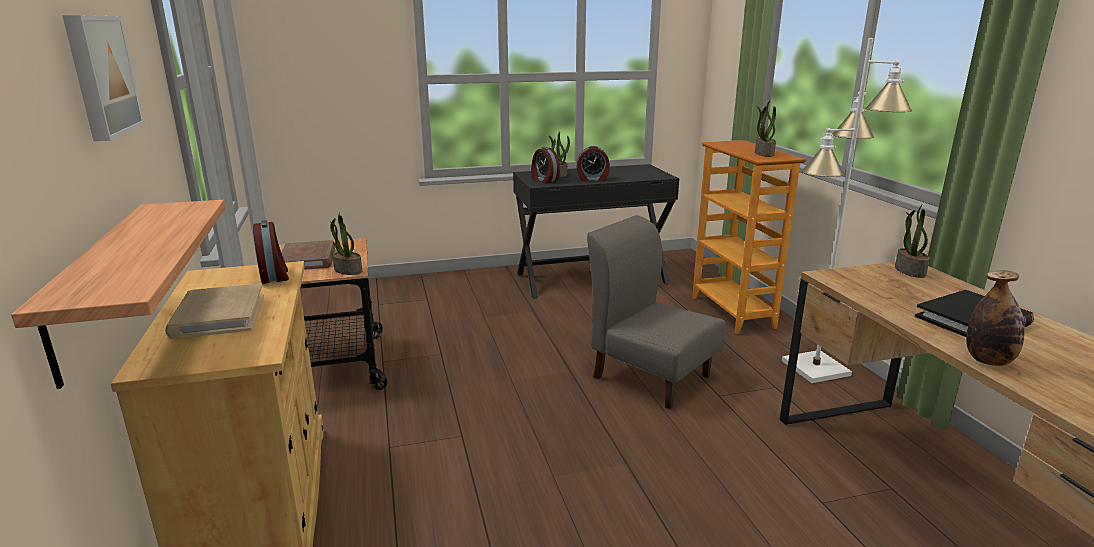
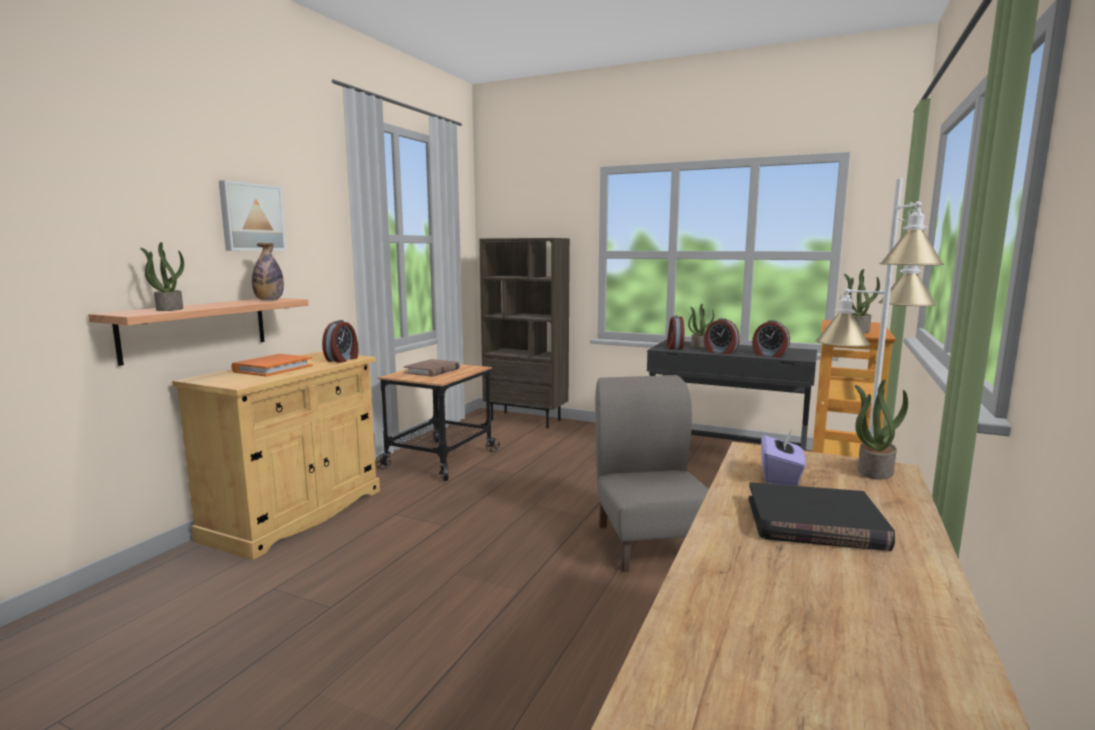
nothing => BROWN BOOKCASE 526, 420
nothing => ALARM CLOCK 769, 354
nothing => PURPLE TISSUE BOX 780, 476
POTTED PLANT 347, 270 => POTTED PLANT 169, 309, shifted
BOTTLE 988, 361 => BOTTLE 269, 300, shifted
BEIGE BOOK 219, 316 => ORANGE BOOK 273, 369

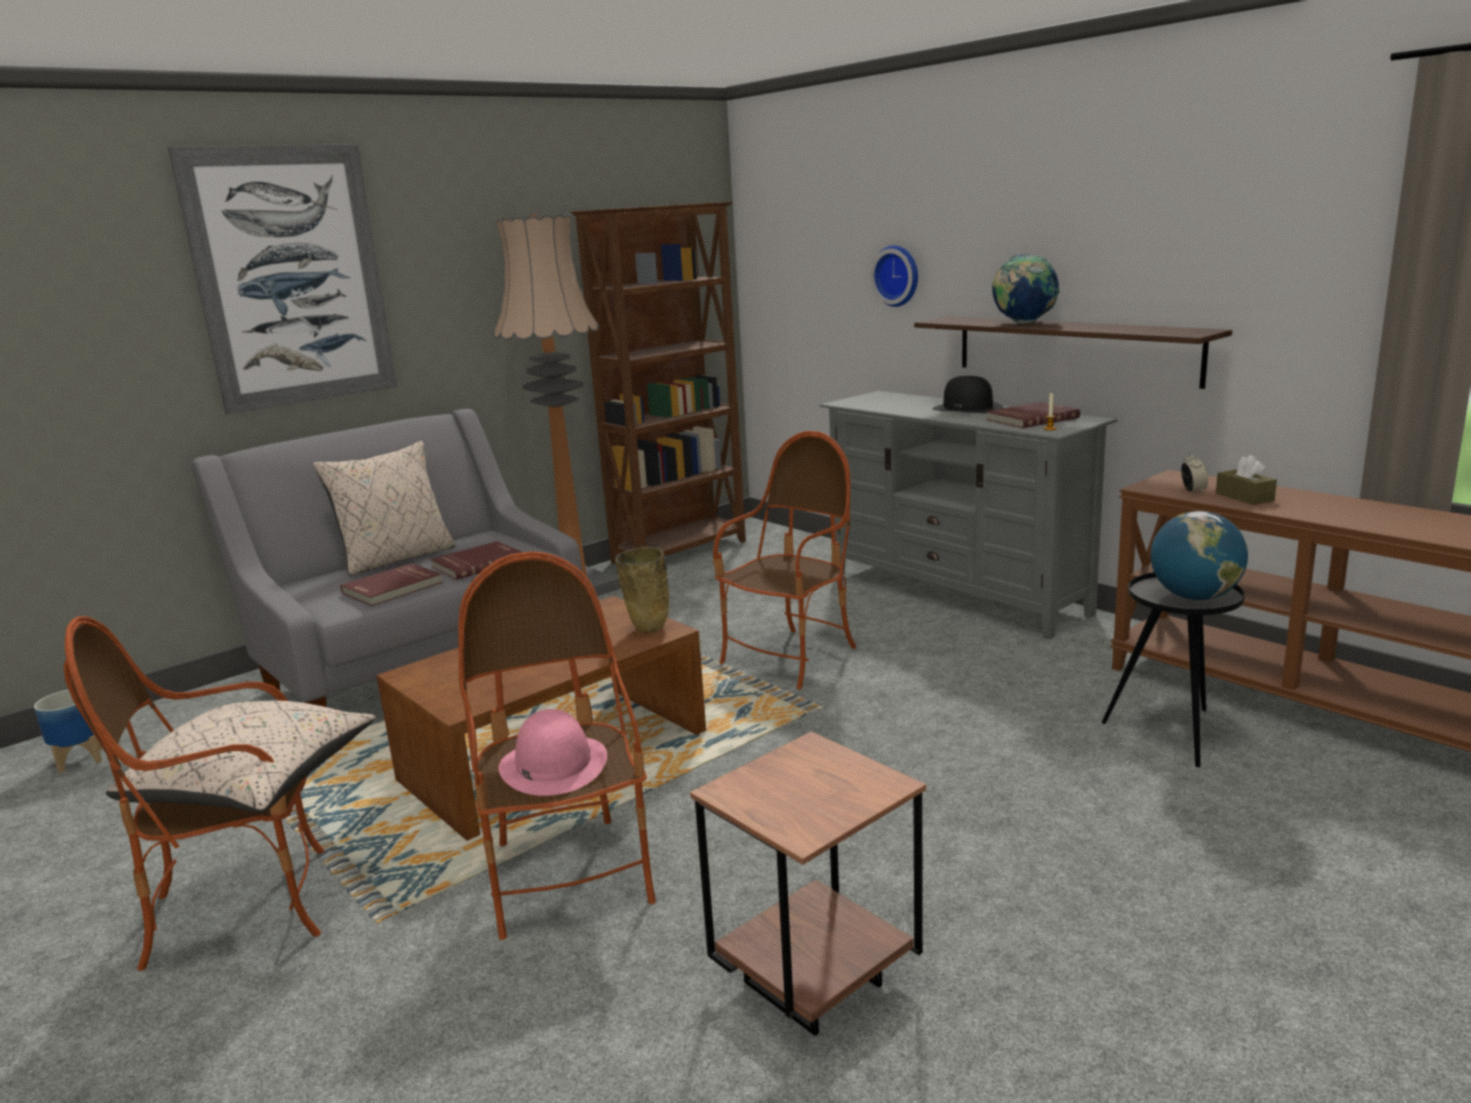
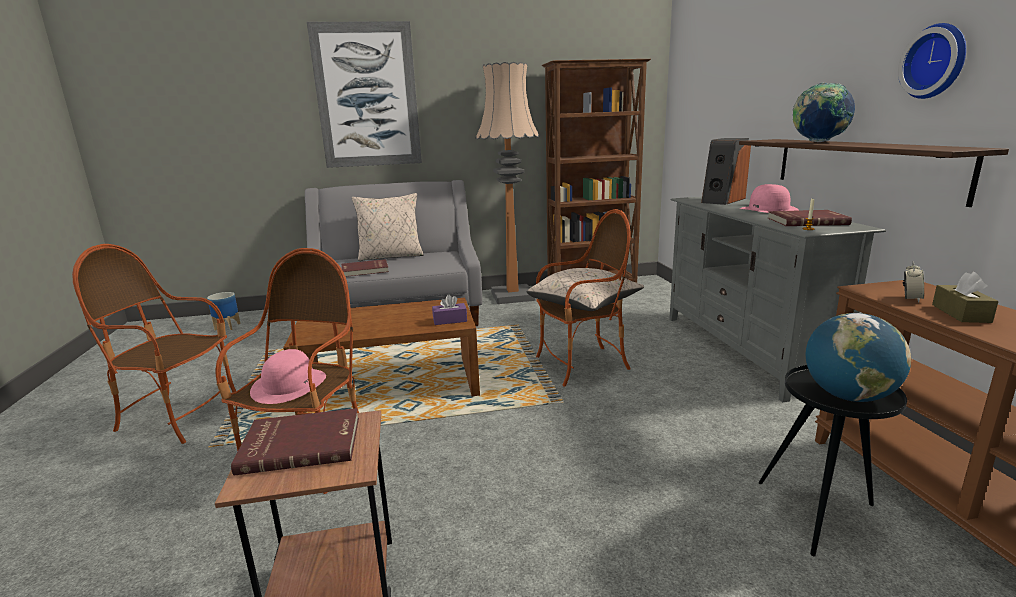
nothing => SPEAKER 722, 200
BEIGE PILLOW 255, 785 => BEIGE PILLOW 585, 305, shifted
RED BOOK 477, 563 => RED BOOK 301, 443, shifted
WALL CLOCK 898, 275 => WALL CLOCK 936, 61, shifted
BEIGE VASE 646, 629 => PURPLE TISSUE BOX 450, 320
BLACK HAT 968, 408 => PINK HAT 769, 210

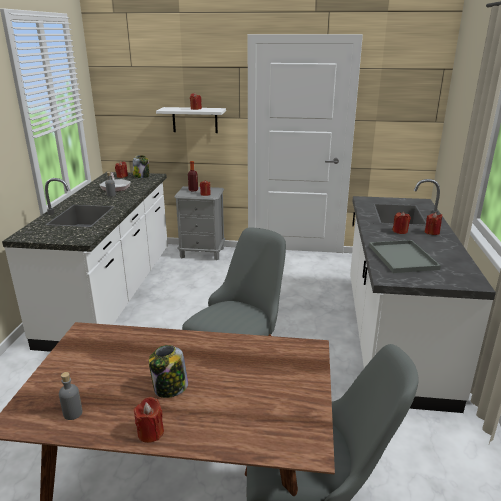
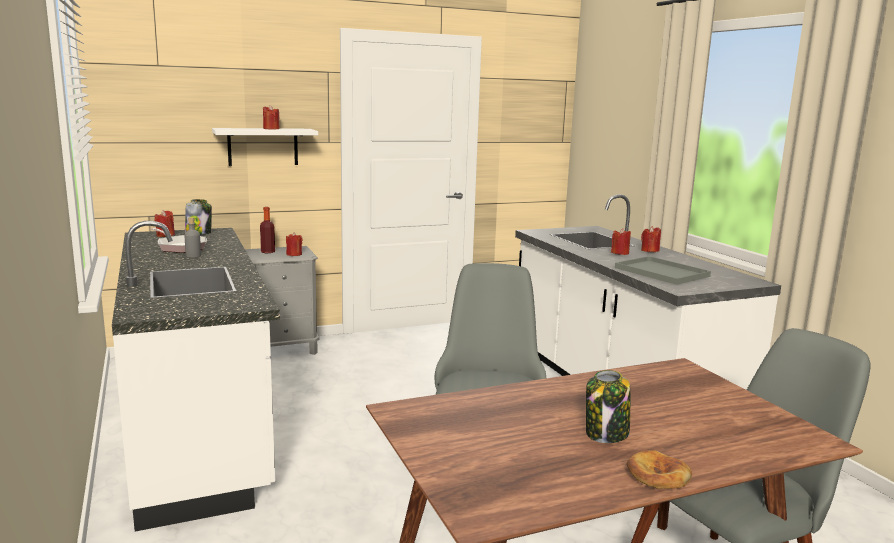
GREY BOTTLE 73, 413 => nothing
RED CANDLE 150, 432 => BREAD 657, 475

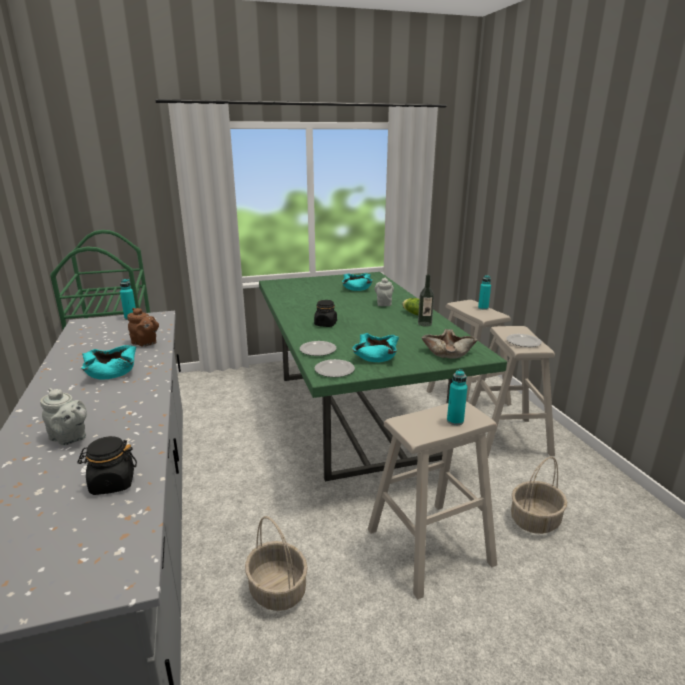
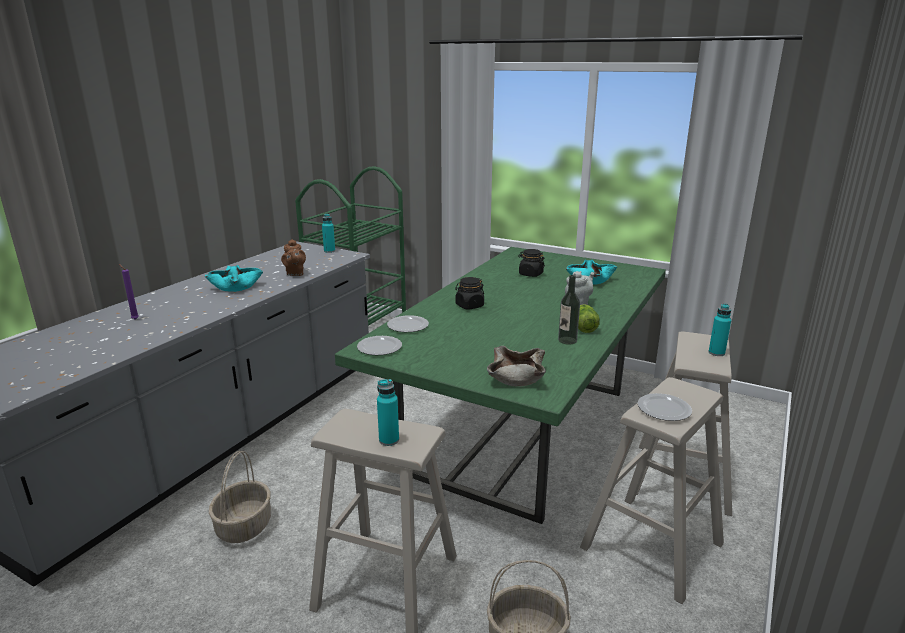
TURQUOISE BOWL 375, 356 => nothing
BLACK JAR 112, 483 => BLACK JAR 530, 274, shifted
GREY TEAPOT 70, 438 => PURPLE CANDLE 134, 319

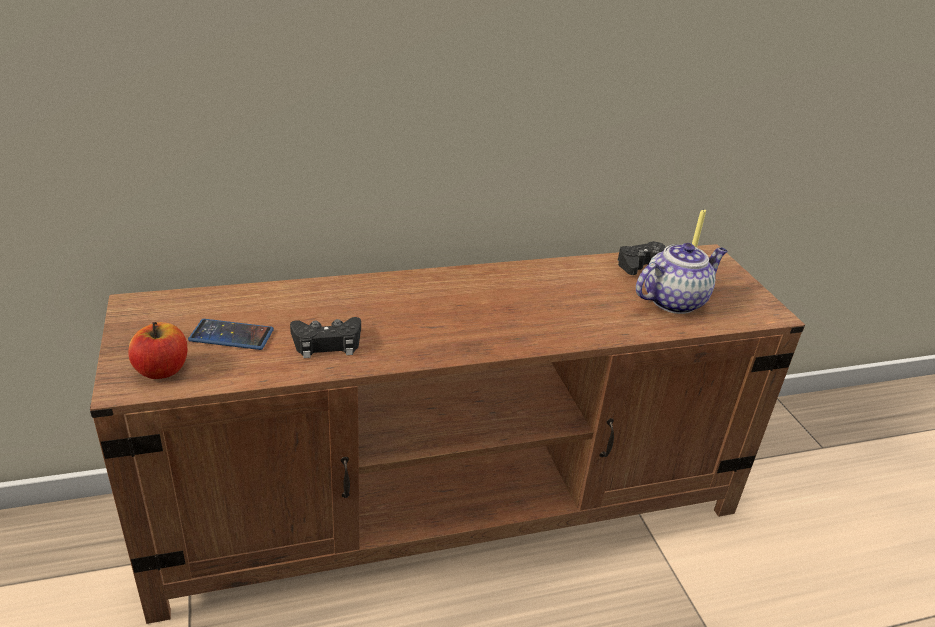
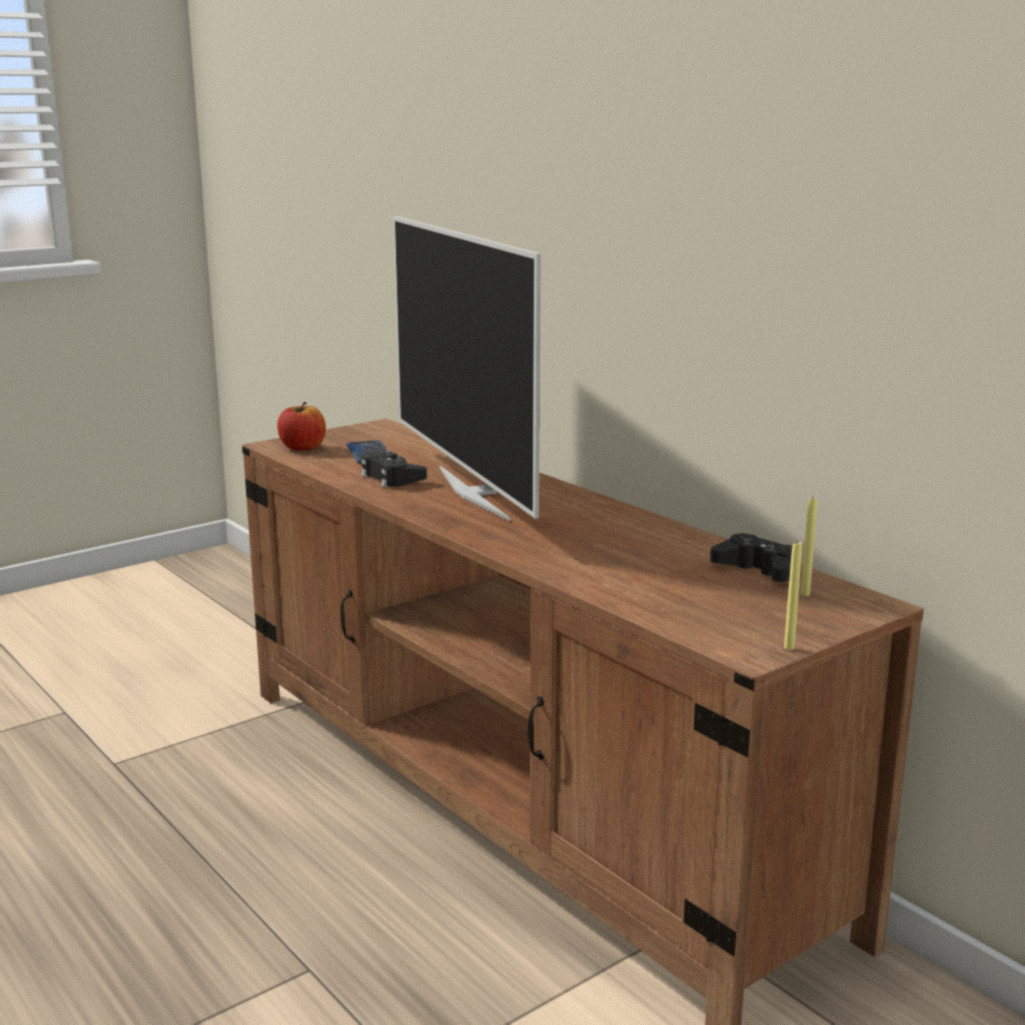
TEAPOT 674, 301 => nothing
nothing => TELEVISION 475, 492
nothing => YELLOW CANDLE 789, 647

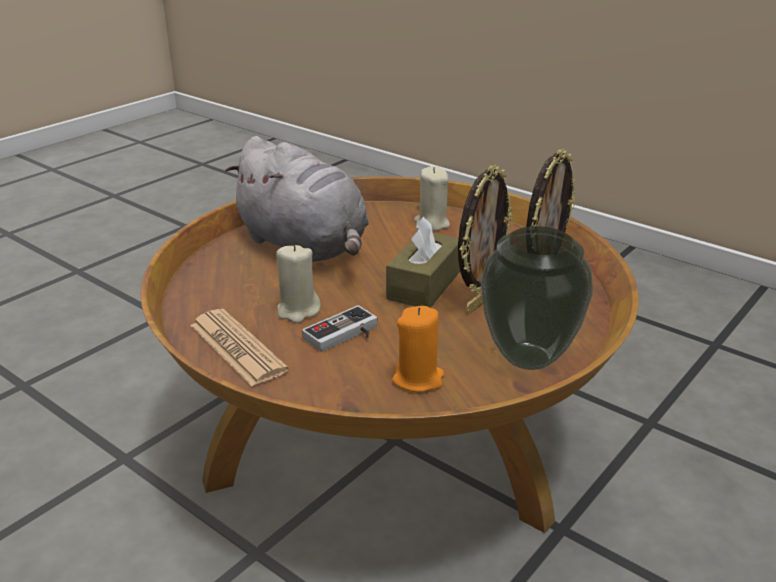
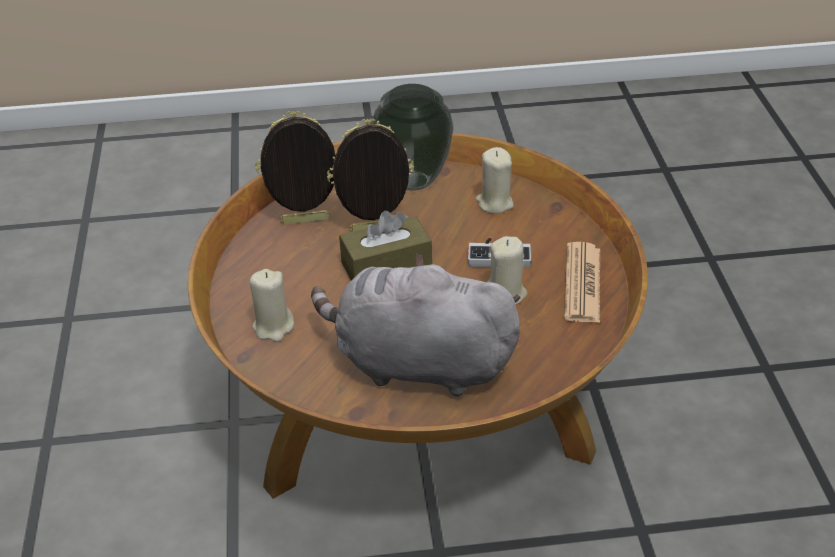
ORANGE CANDLE 418, 379 => BEIGE CANDLE 494, 203
GREY PLUSH TOY 305, 246 => GREY PLUSH TOY 417, 364, 75 degrees counterclockwise

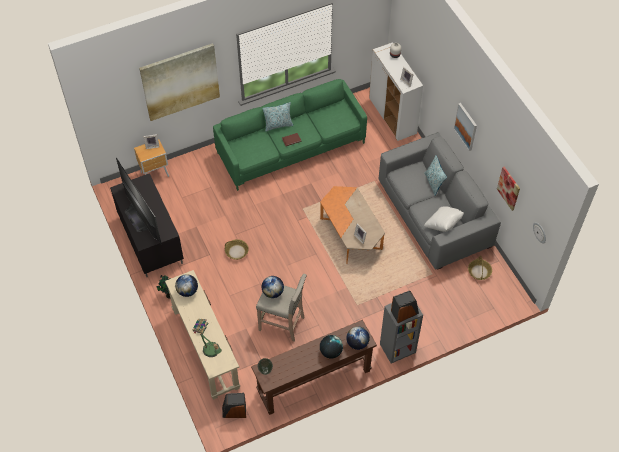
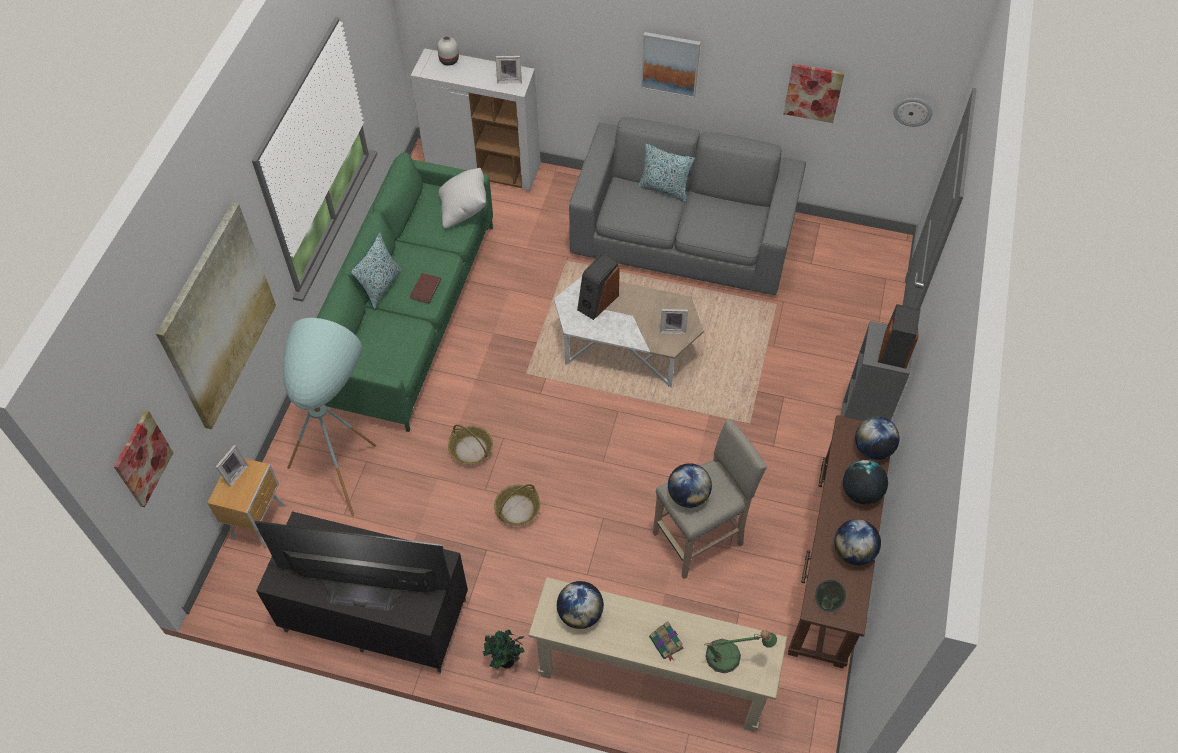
nothing => PICTURE 142, 458
nothing => TURQUOISE FLOOR LAMP 345, 461
nothing => GLOBE 853, 551
SPEAKER 234, 411 => SPEAKER 597, 302, shifted
WHITE PILLOW 443, 225 => WHITE PILLOW 464, 210, shifted
BASKET 479, 271 => BASKET 470, 449, shifted
ORANGE COFFEE TABLE 351, 234 => WHITE COFFEE TABLE 626, 347

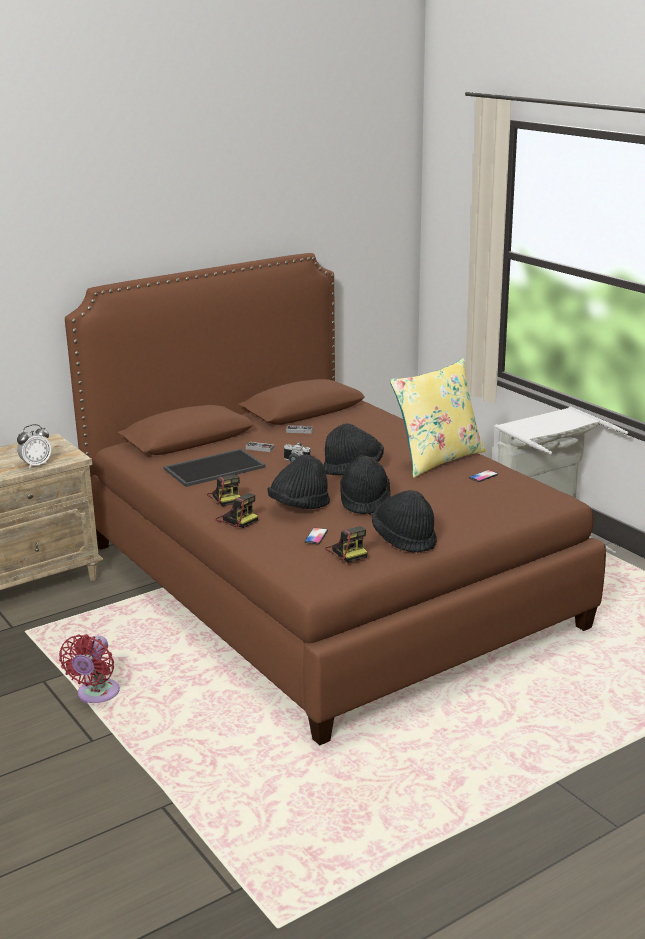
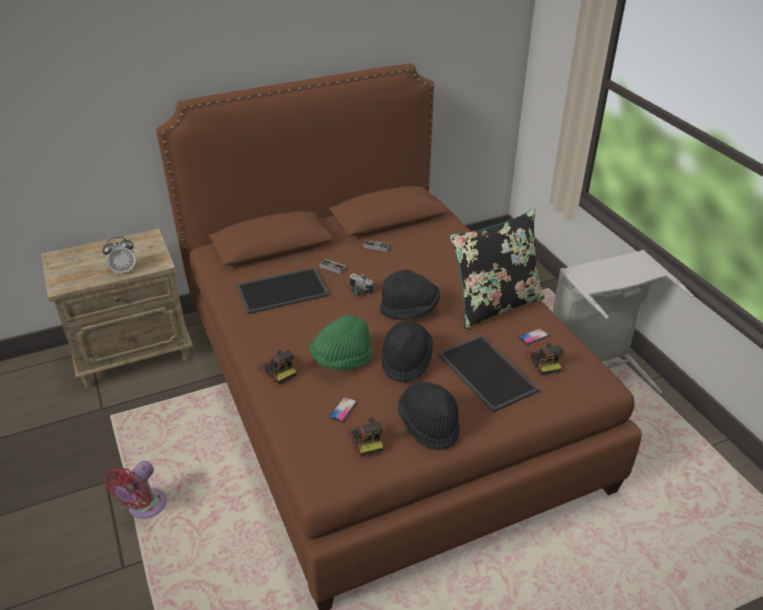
nothing => TRAY 485, 372
PHOTO CAMERA 225, 498 => PHOTO CAMERA 543, 361, shifted
BLACK HAT 299, 506 => GREEN HAT 341, 360
YELLOW PILLOW 437, 459 => BLACK PILLOW 495, 305

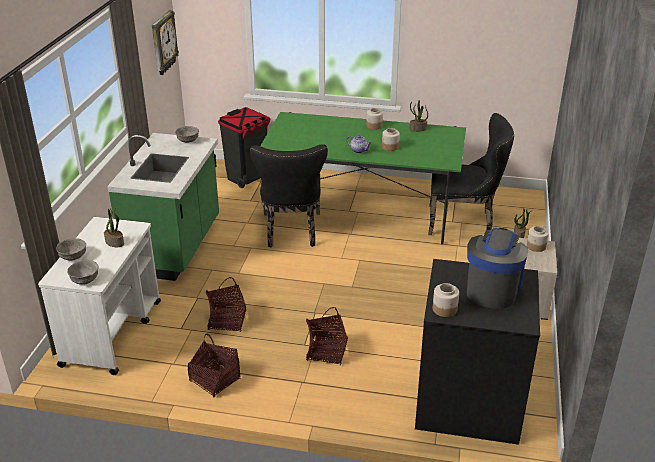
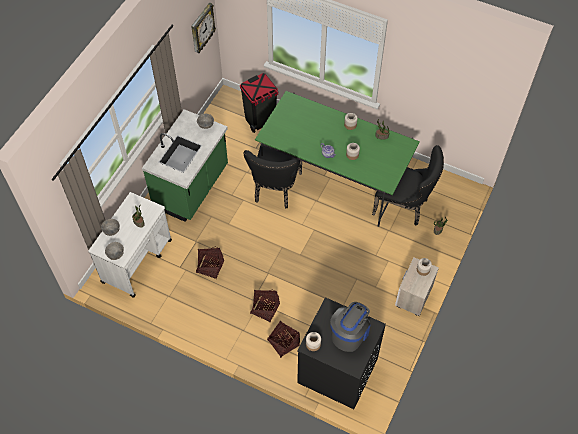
BASKET 215, 380 => BASKET 283, 343, shifted

